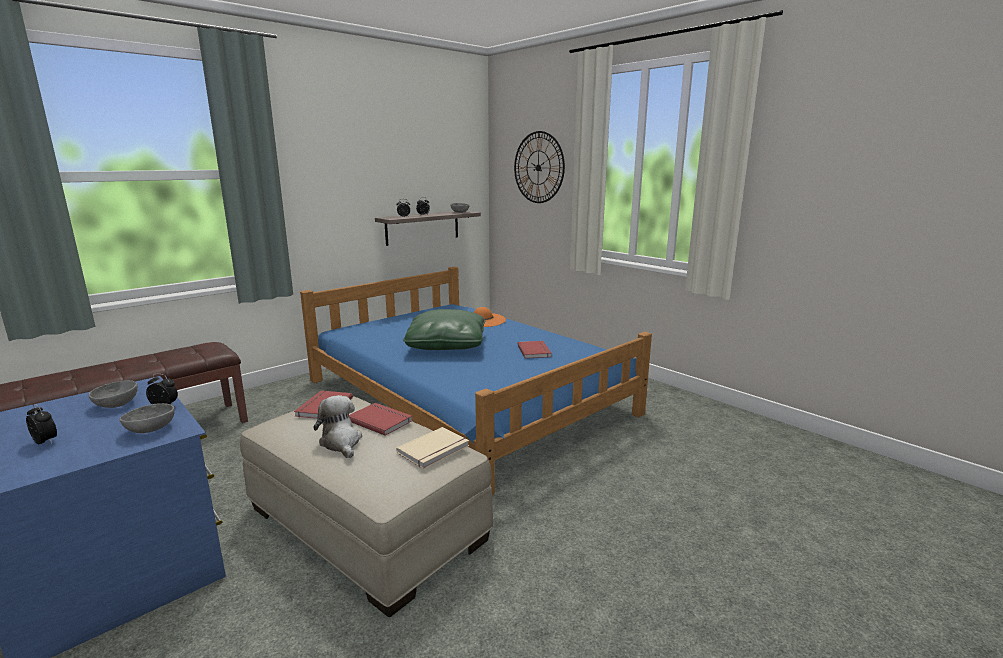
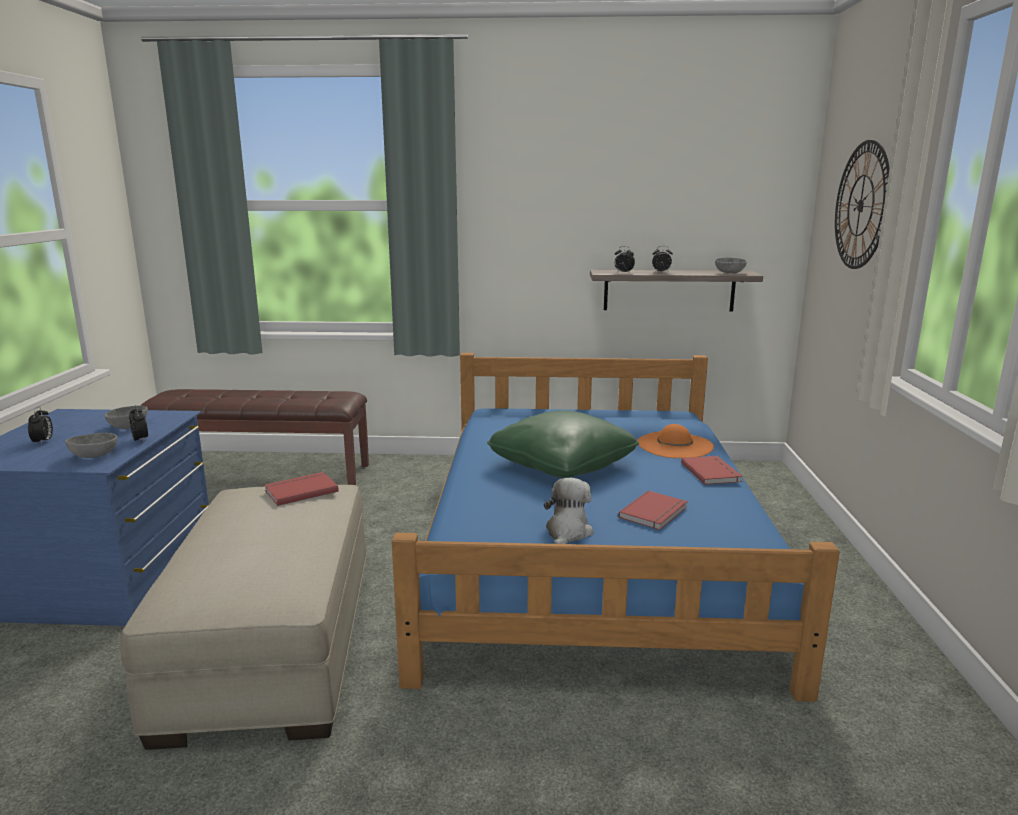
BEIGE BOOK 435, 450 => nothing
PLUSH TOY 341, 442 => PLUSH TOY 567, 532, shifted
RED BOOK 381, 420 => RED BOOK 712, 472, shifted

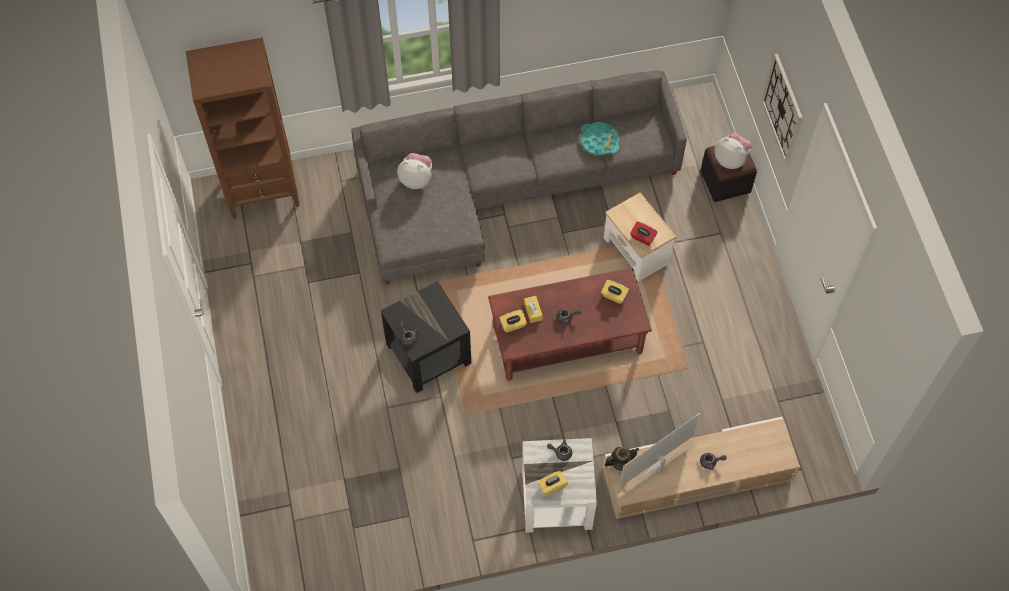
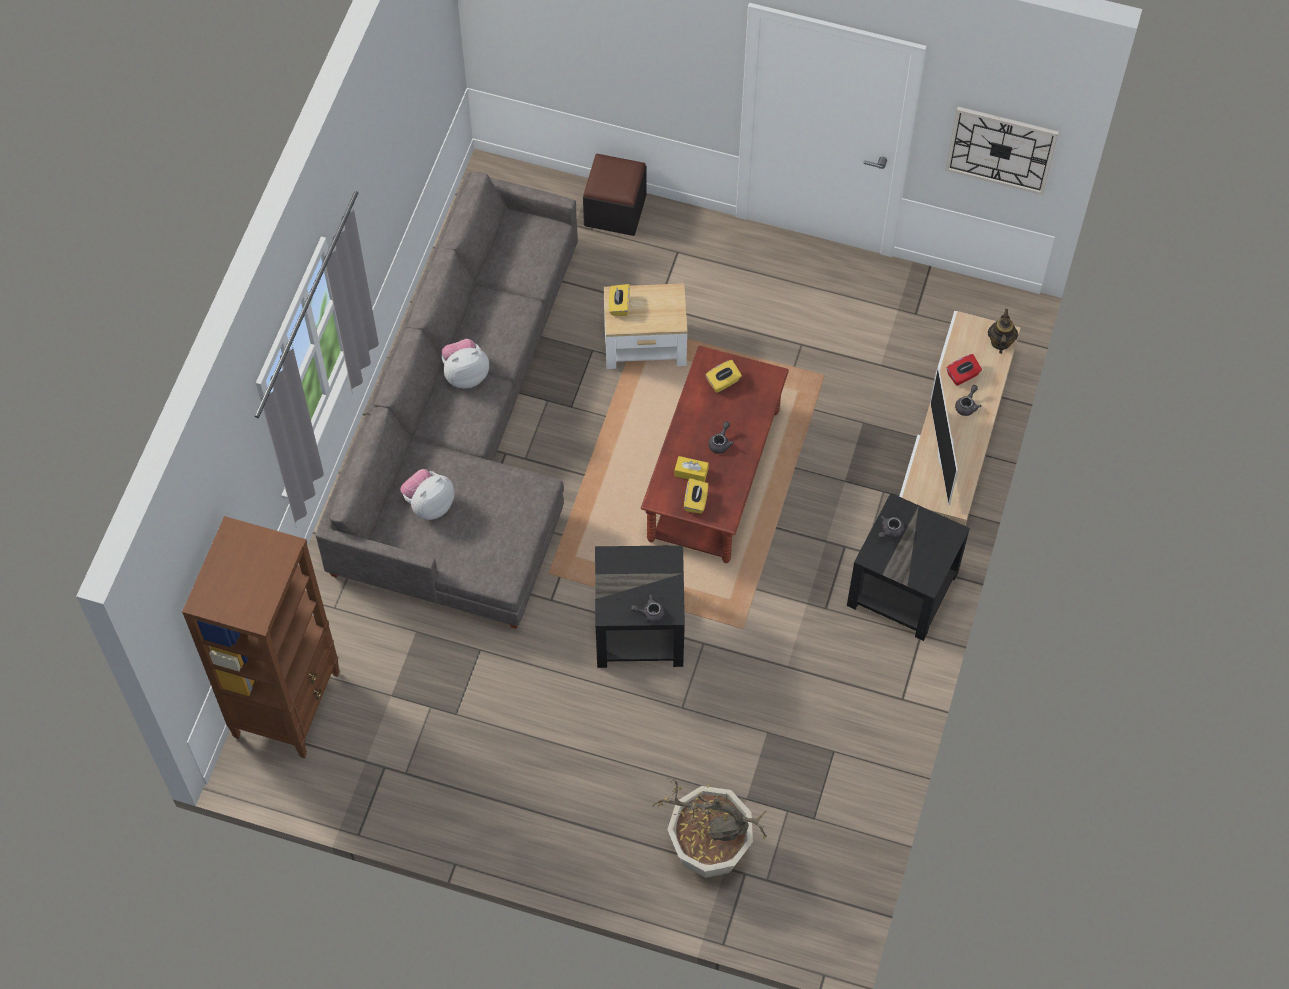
TURQUOISE TRAY 599, 141 => nothing
nothing => POTTED PLANT 709, 847
YELLOW TISSUE BOX 552, 486 => YELLOW TISSUE BOX 619, 305, shifted
TEAPOT 620, 463 => TEAPOT 1000, 341, shifted
RED TISSUE BOX 642, 238 => RED TISSUE BOX 962, 375, shifted
PLUSH TOY 731, 159 => PLUSH TOY 465, 374, shifted
WALL CLOCK 783, 108 => WALL CLOCK 1001, 149, shifted
WHITE SIDE TABLE 555, 500 => BLACK SIDE TABLE 903, 590

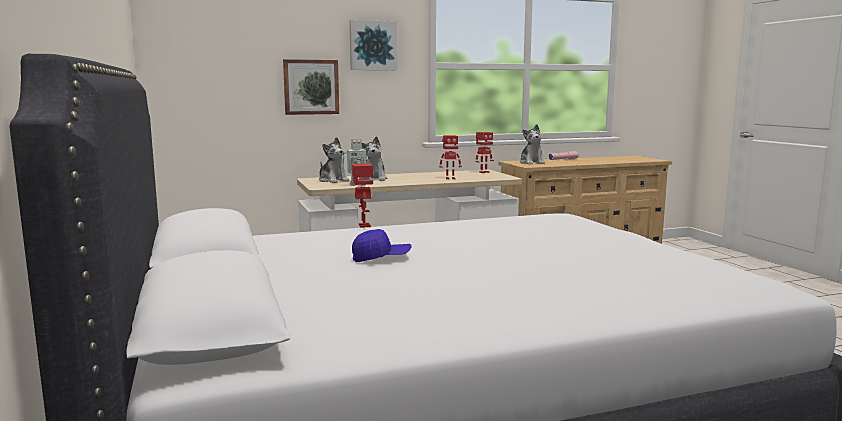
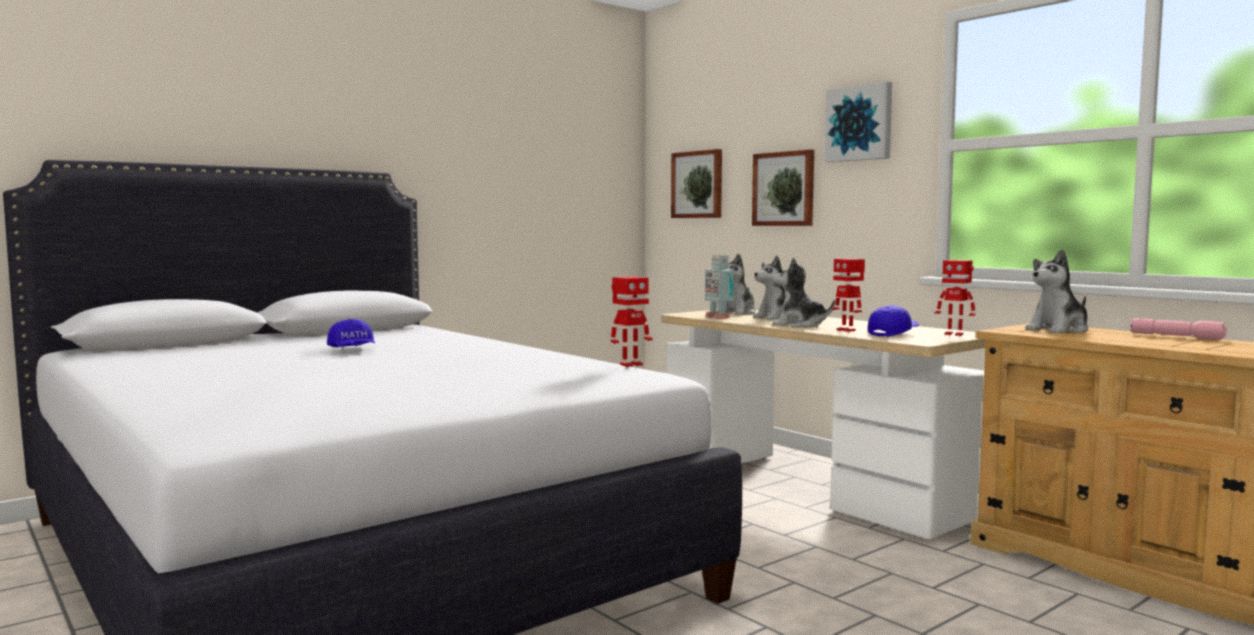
nothing => PICTURE 698, 184
nothing => PLUSH TOY 799, 325
nothing => BLUE CAP 893, 333
TOY ROBOT 363, 226 => TOY ROBOT 630, 365, shifted

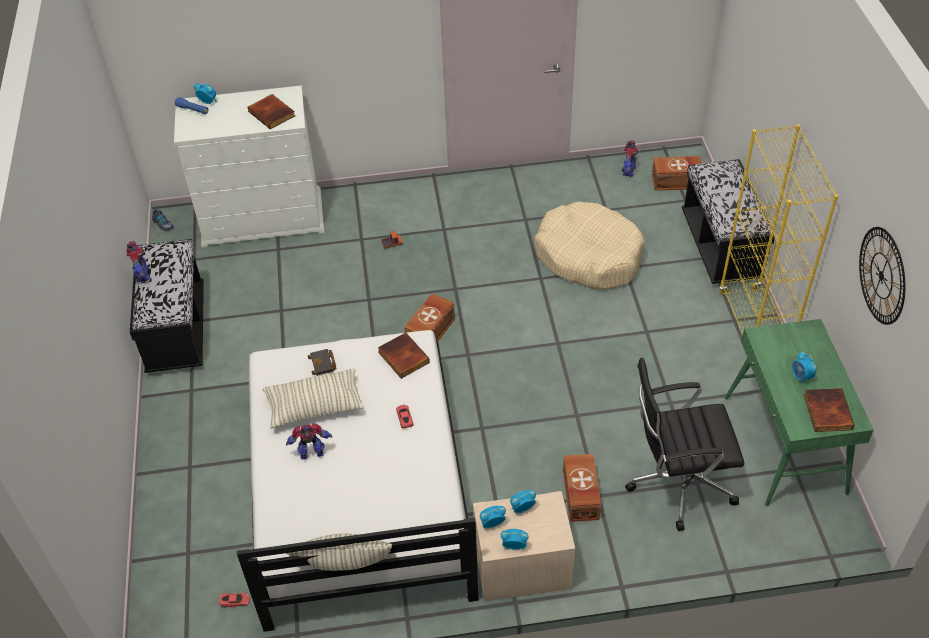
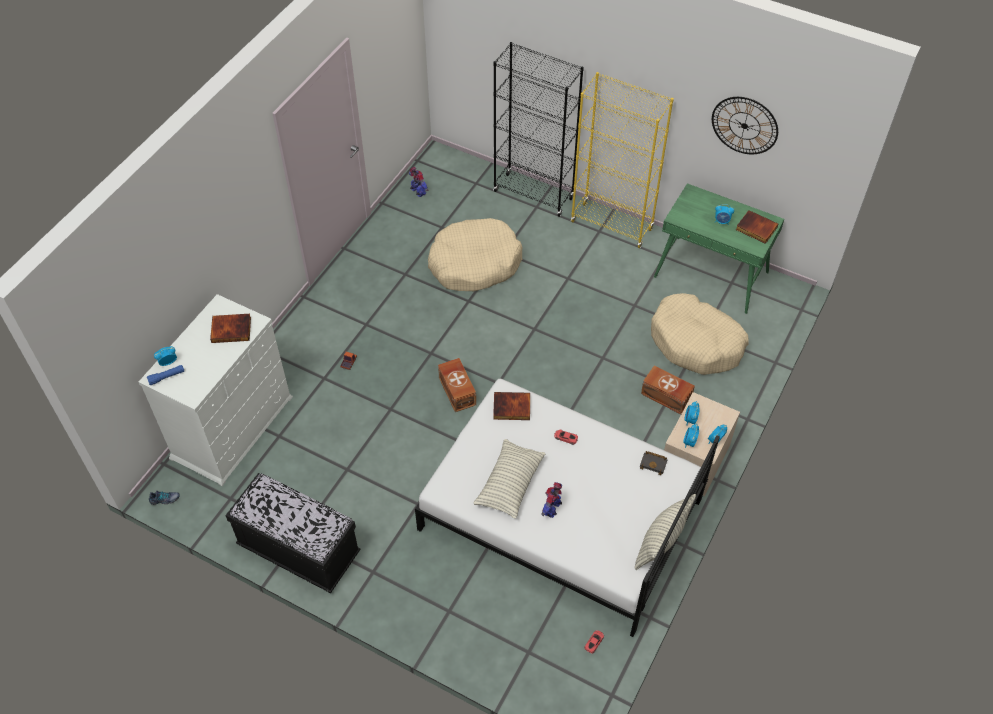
TOY ROBOT 142, 275 => nothing
BROWN STORAGE BOX 676, 182 => nothing
BLACK BOOK 323, 364 => BLACK BOOK 654, 463, shifted
BLACK OFFICE CHAIR 677, 482 => BEIGE DOG BED 696, 342
BLACK BENCH 721, 246 => BLACK BOOKCASE 533, 195

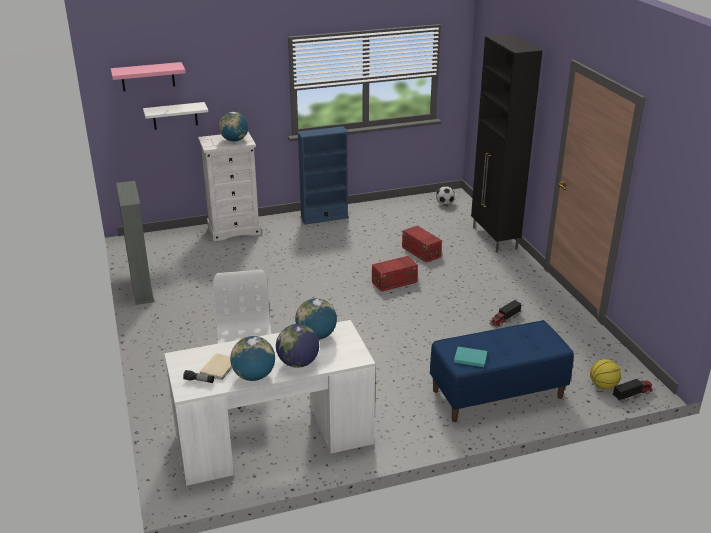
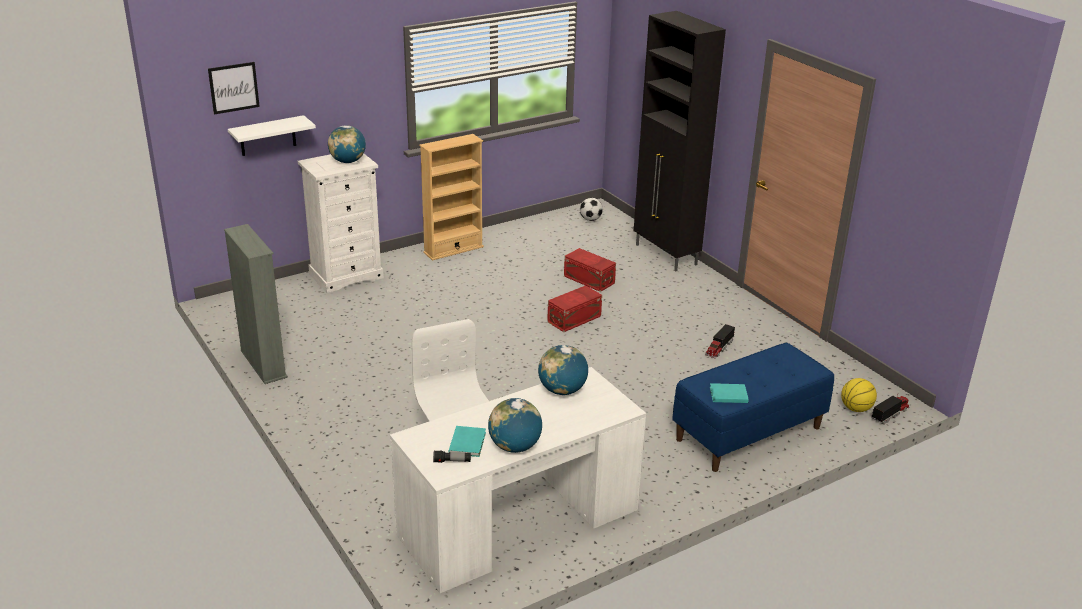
GLOBE 298, 363 => nothing
PINK SHELF 147, 76 => PICTURE 233, 87
BEIGE BOOK 220, 367 => TURQUOISE BOOK 468, 442
BLUE BOOKCASE 324, 218 => BEIGE BOOKCASE 453, 249

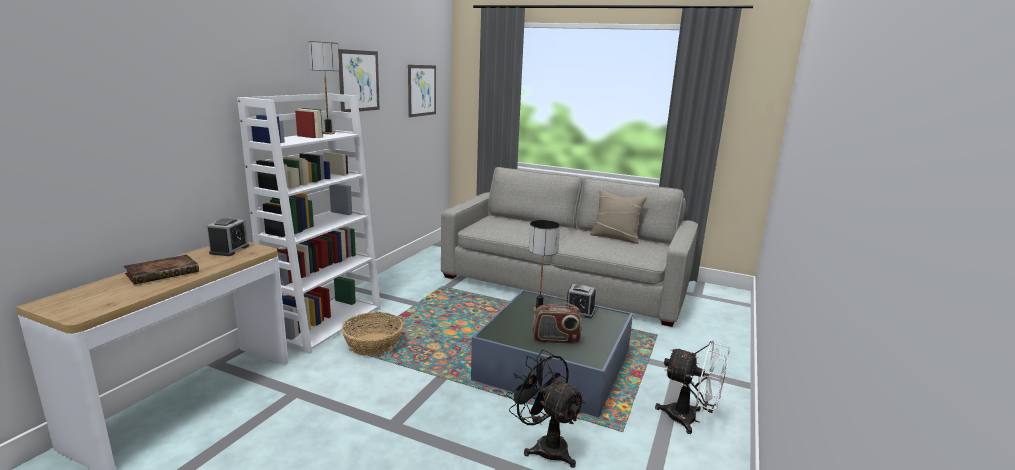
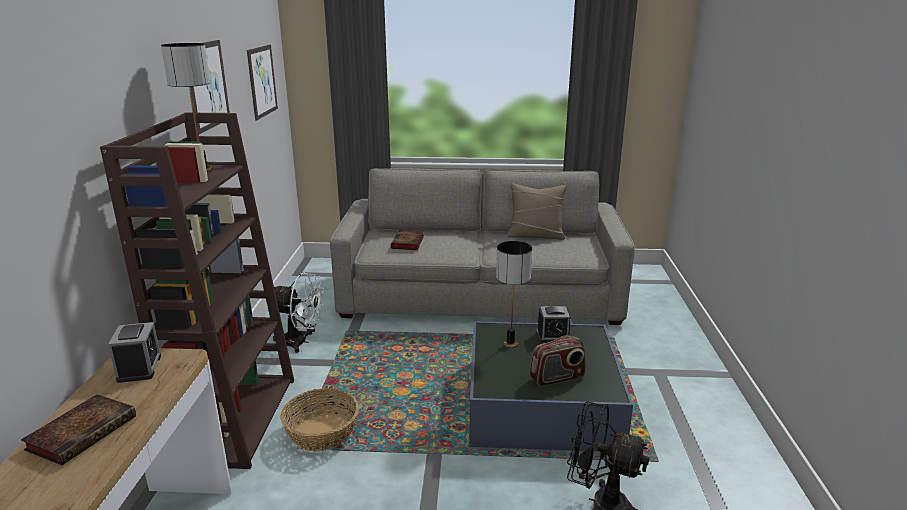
nothing => BOOK 408, 242
WHITE FAN 690, 419 => WHITE FAN 301, 342, shifted
WHITE BOOKCASE 326, 322 => BROWN BOOKCASE 237, 418

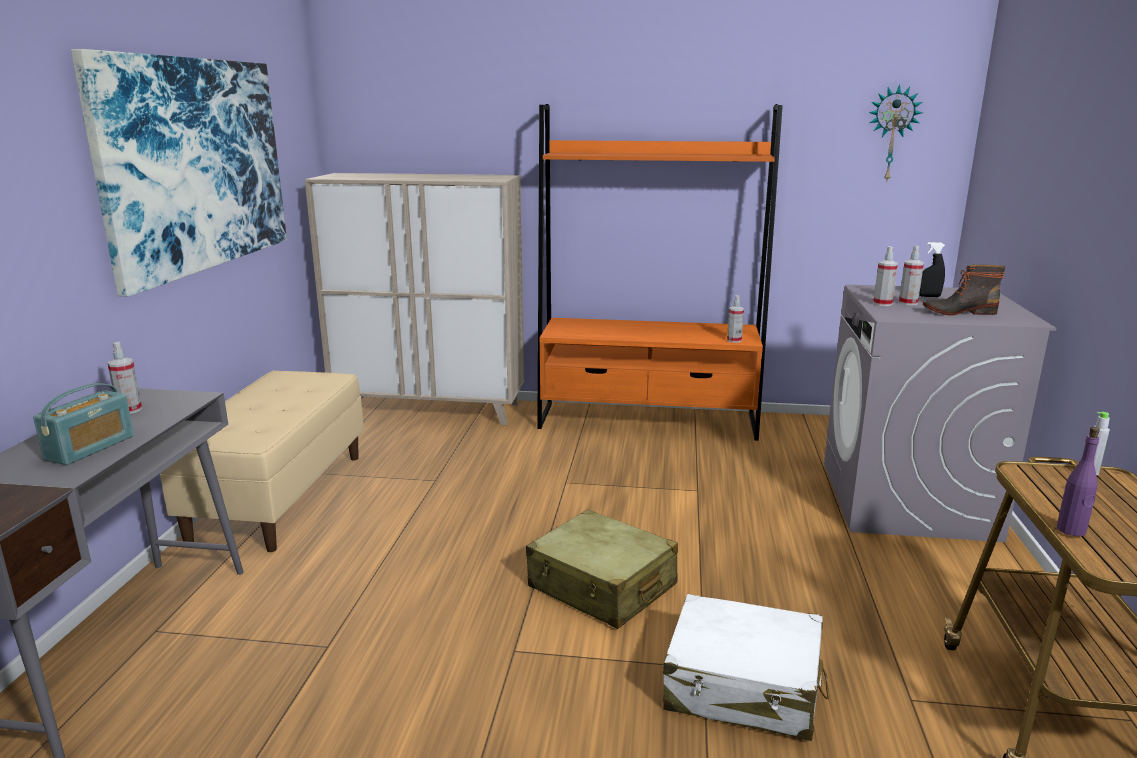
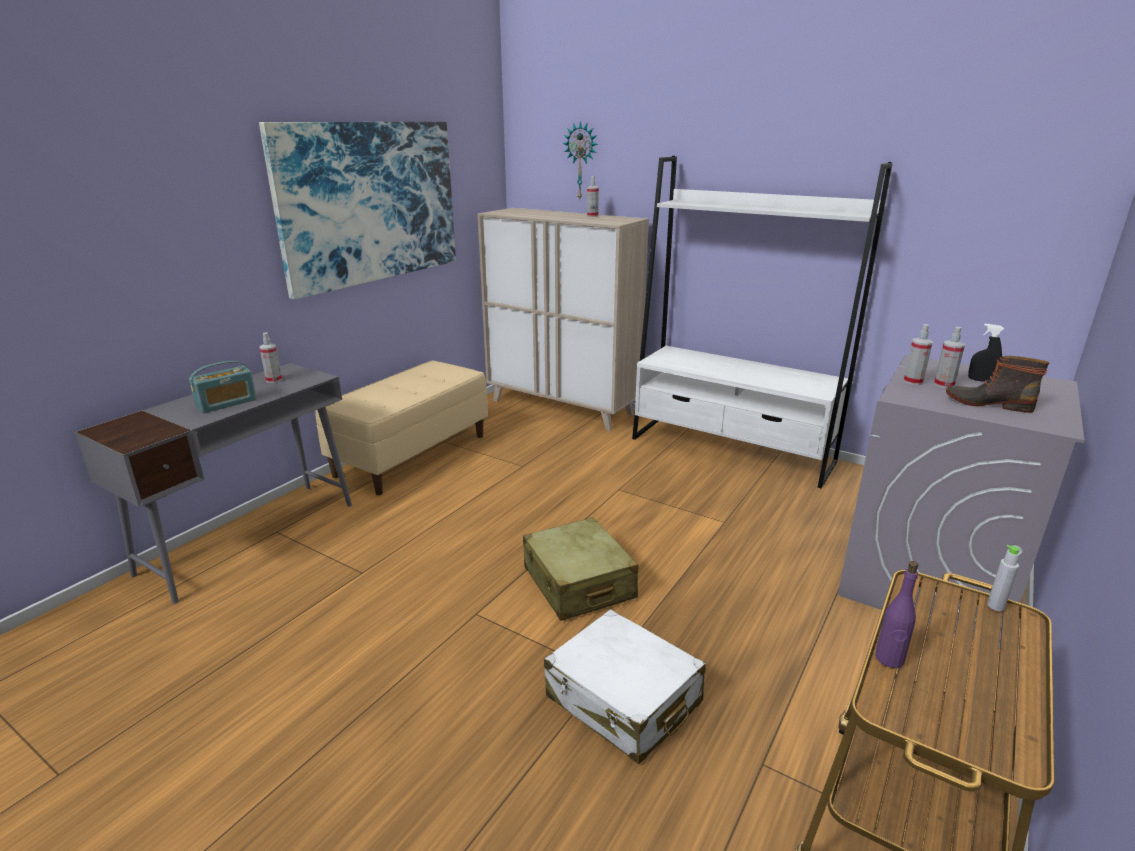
SPRAY BOTTLE 734, 340 => SPRAY BOTTLE 592, 216, shifted
WALL CLOCK 891, 134 => WALL CLOCK 581, 161, shifted
ORANGE BOOKCASE 648, 421 => WHITE BOOKCASE 731, 450

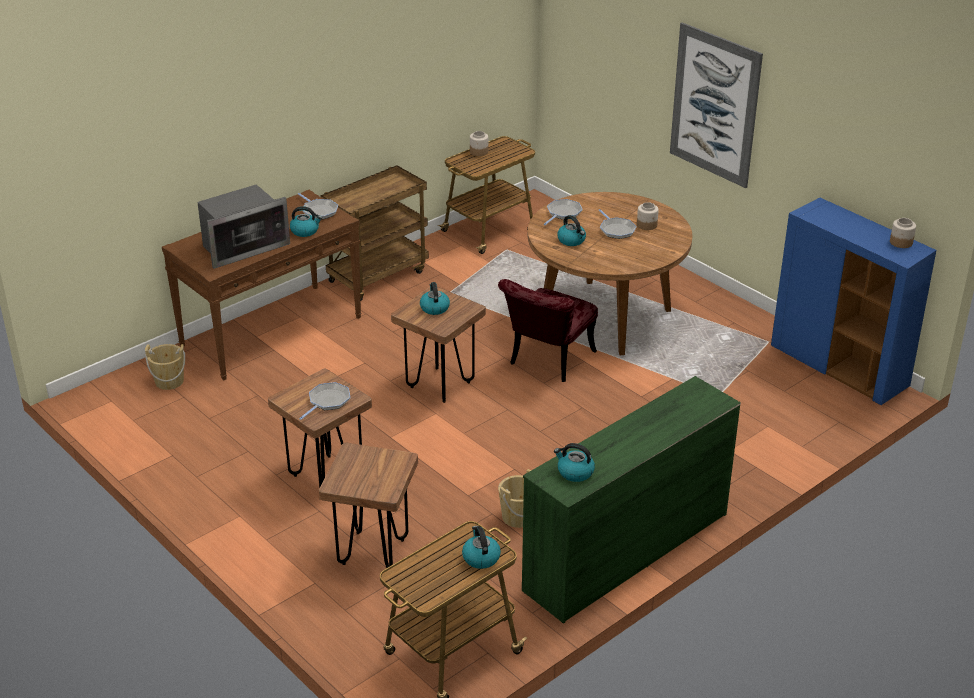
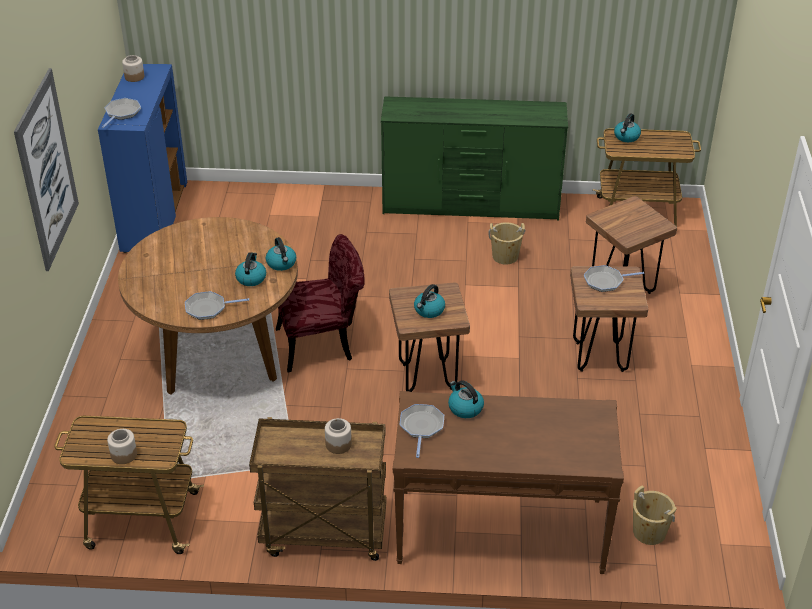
MICROWAVE 242, 246 => nothing
KETTLE 574, 472 => KETTLE 281, 263, shifted
FRYING PAN 616, 230 => FRYING PAN 122, 113, shifted
JAR 647, 225 => JAR 338, 444, shifted

